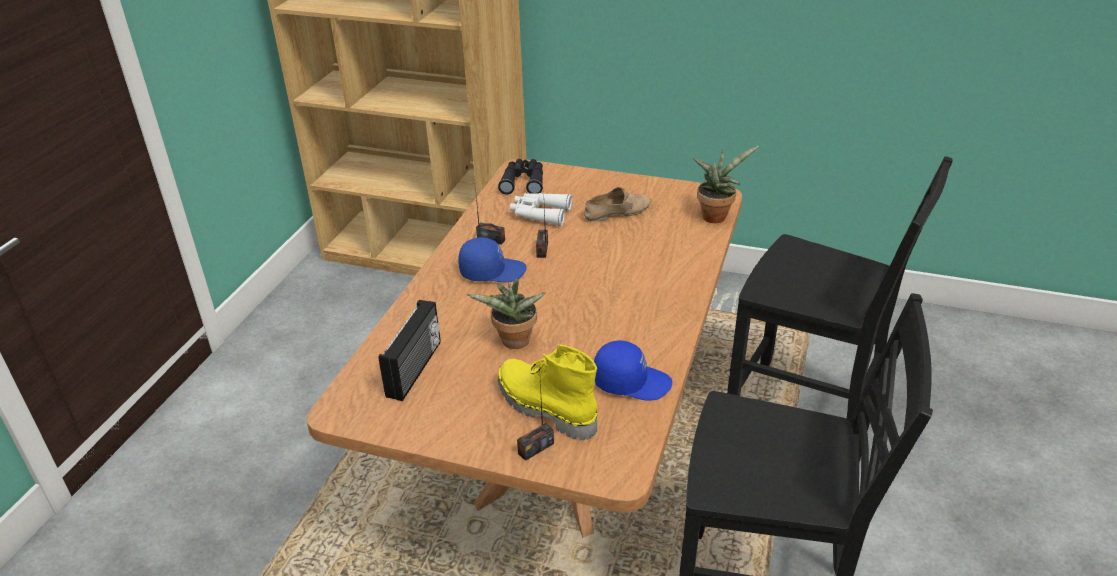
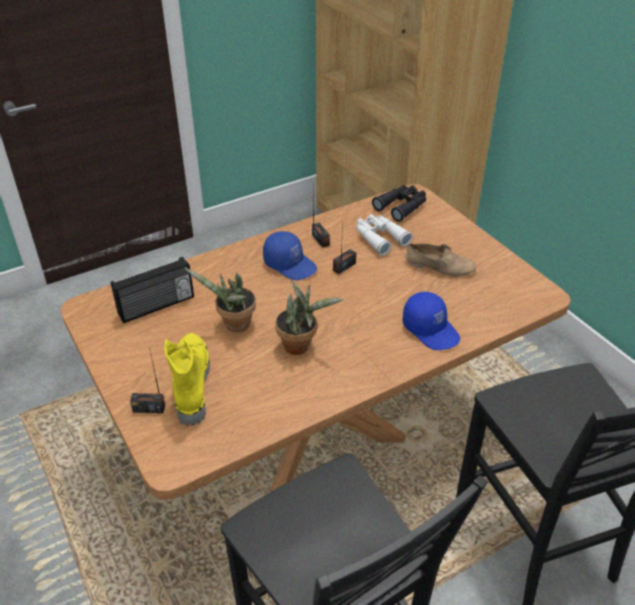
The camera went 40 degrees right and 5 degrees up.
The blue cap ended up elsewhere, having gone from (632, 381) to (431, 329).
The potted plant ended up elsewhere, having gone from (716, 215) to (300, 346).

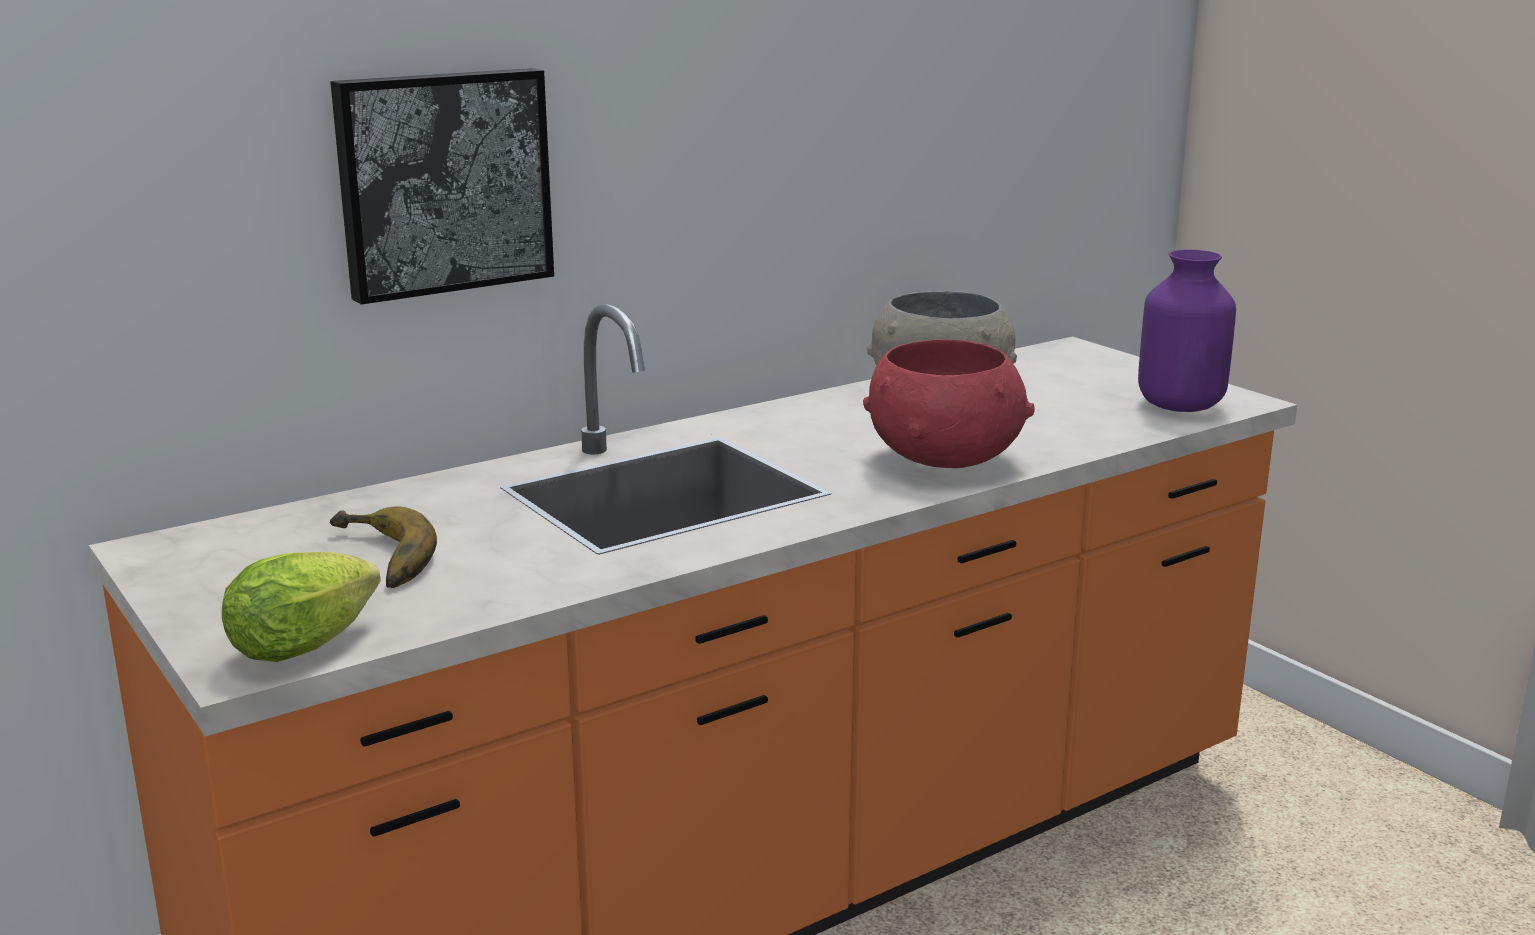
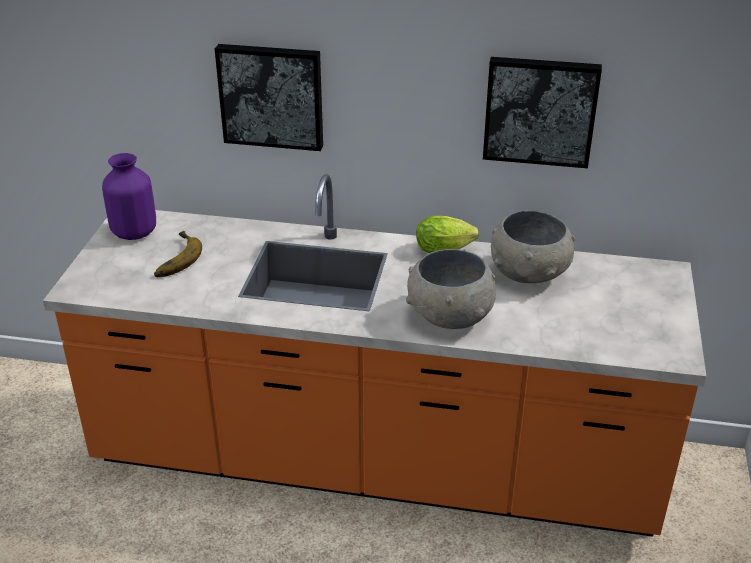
The camera went 45 degrees right and 15 degrees up.
The second view gained the picture at (540, 110).
The lettuce ended up elsewhere, having gone from (311, 644) to (447, 250).
The purple vase ended up elsewhere, having gone from (1181, 405) to (135, 233).
What was the red bowl at (943, 460) turned into the grey bowl at (450, 316).

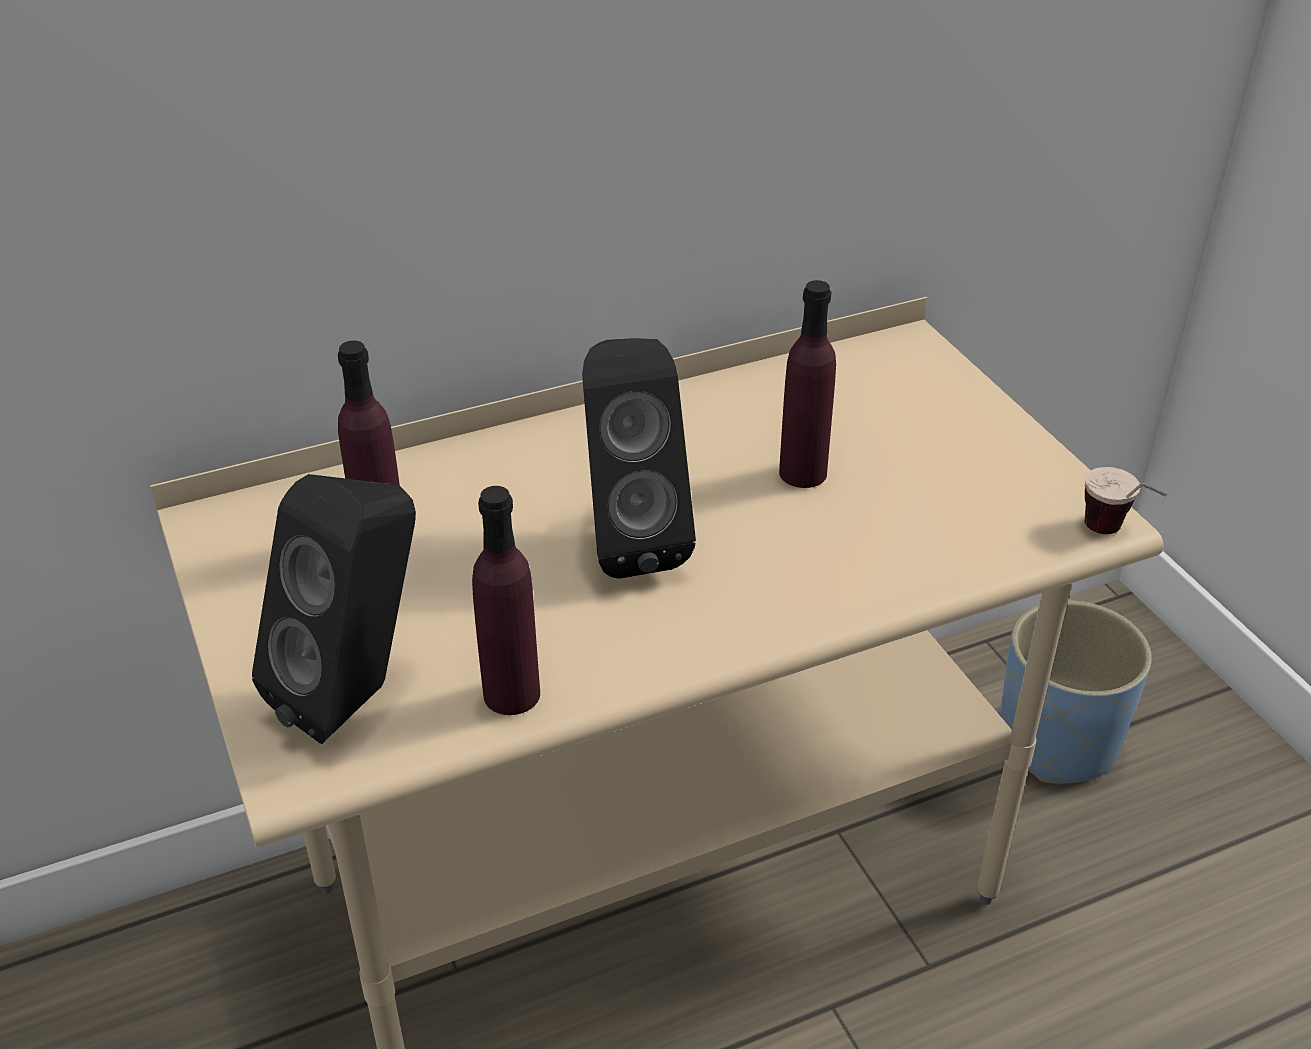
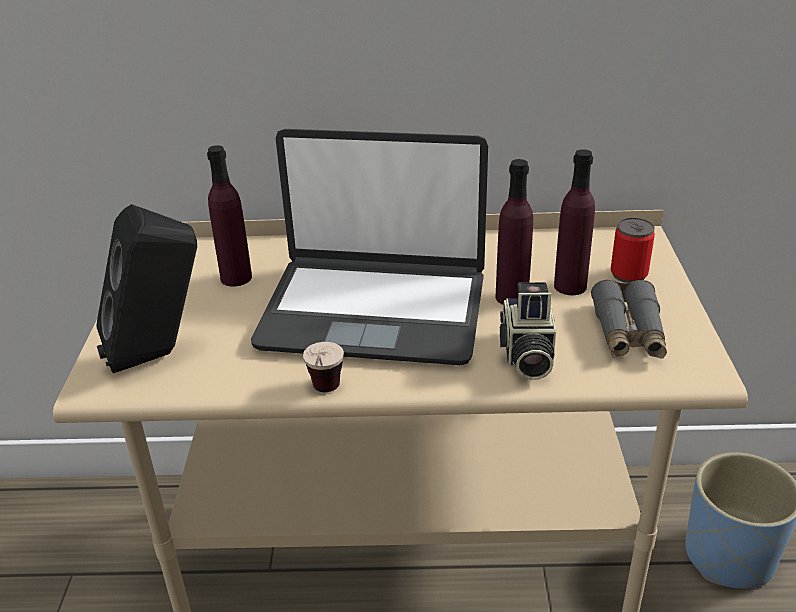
The camera went 25 degrees right and 5 degrees down.
The second view gained the photo camera at (526, 356).
The second view gained the grey binoculars at (628, 333).
The second view gained the can at (628, 274).
The purple bottle ended up elsewhere, having gone from (511, 694) to (570, 286).
The cup ended up elsewhere, having gone from (1115, 537) to (325, 395).
Where the black speaker stood at (629, 540), the laptop came to stand at (374, 310).

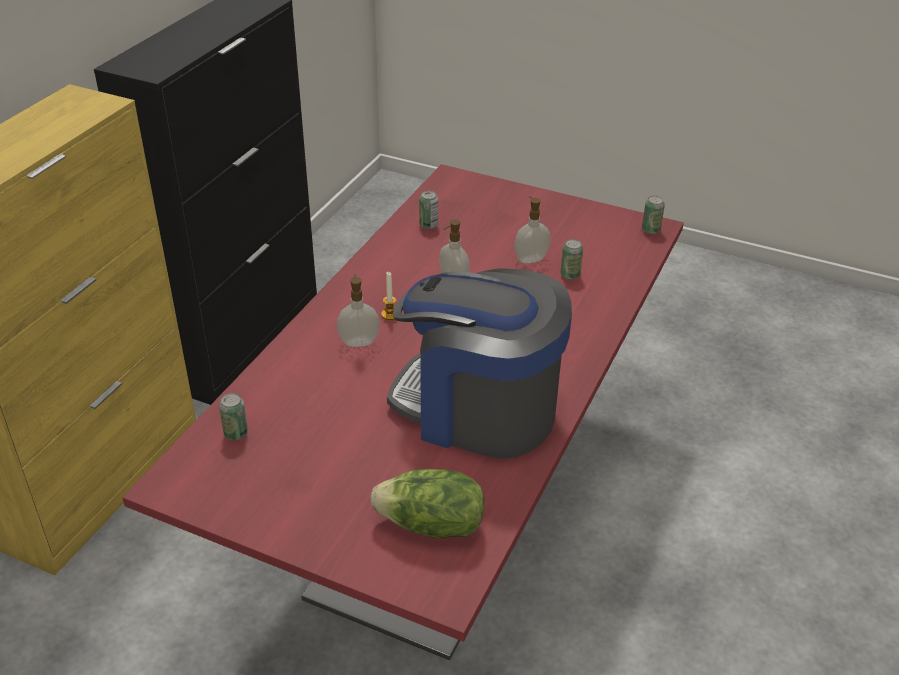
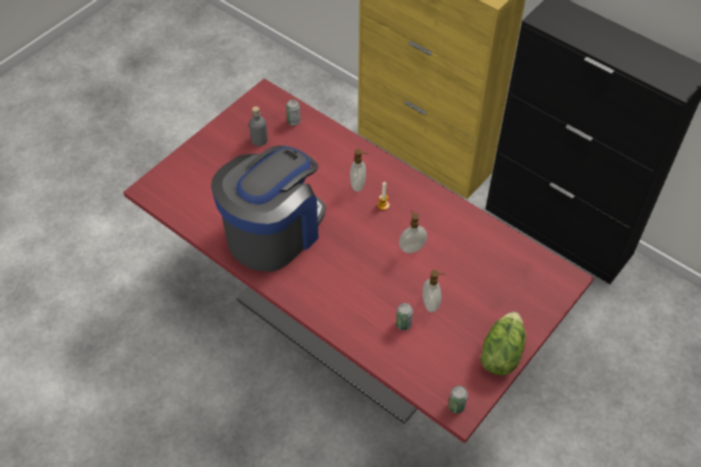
The camera went 105 degrees right and 15 degrees up.
The second view lost the can at (428, 225).
The second view gained the grey bottle at (259, 140).
The lettuce ended up elsewhere, having gone from (431, 526) to (500, 353).

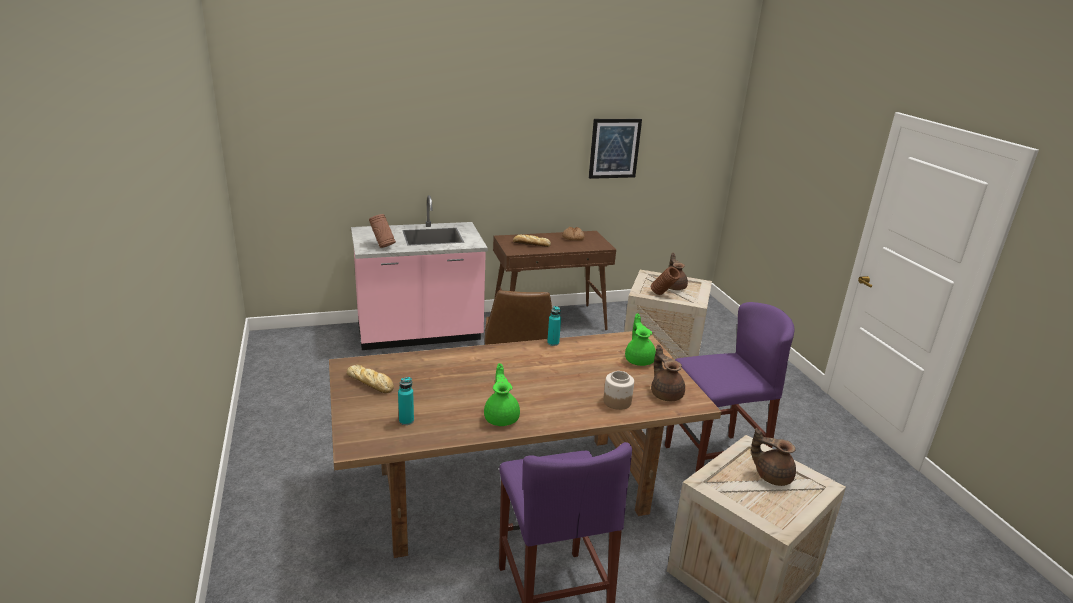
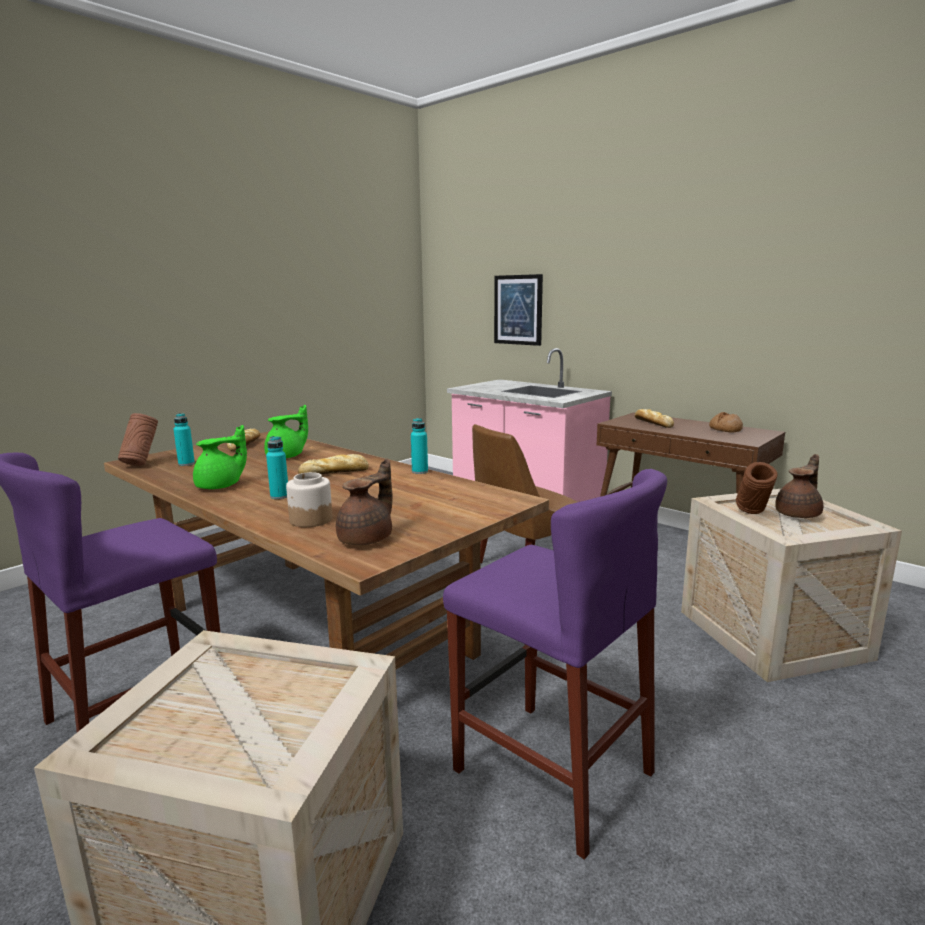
The camera went 60 degrees right and 10 degrees down.
The second view lost the brown teapot at (771, 475).
The second view gained the turquoise bottle at (279, 496).
The second view gained the bread at (335, 472).
The brown vase ended up elsewhere, having gone from (382, 246) to (141, 464).
The picture ended up elsewhere, having gone from (614, 148) to (518, 310).
The green teapot ended up elsewhere, having gone from (639, 359) to (287, 456).

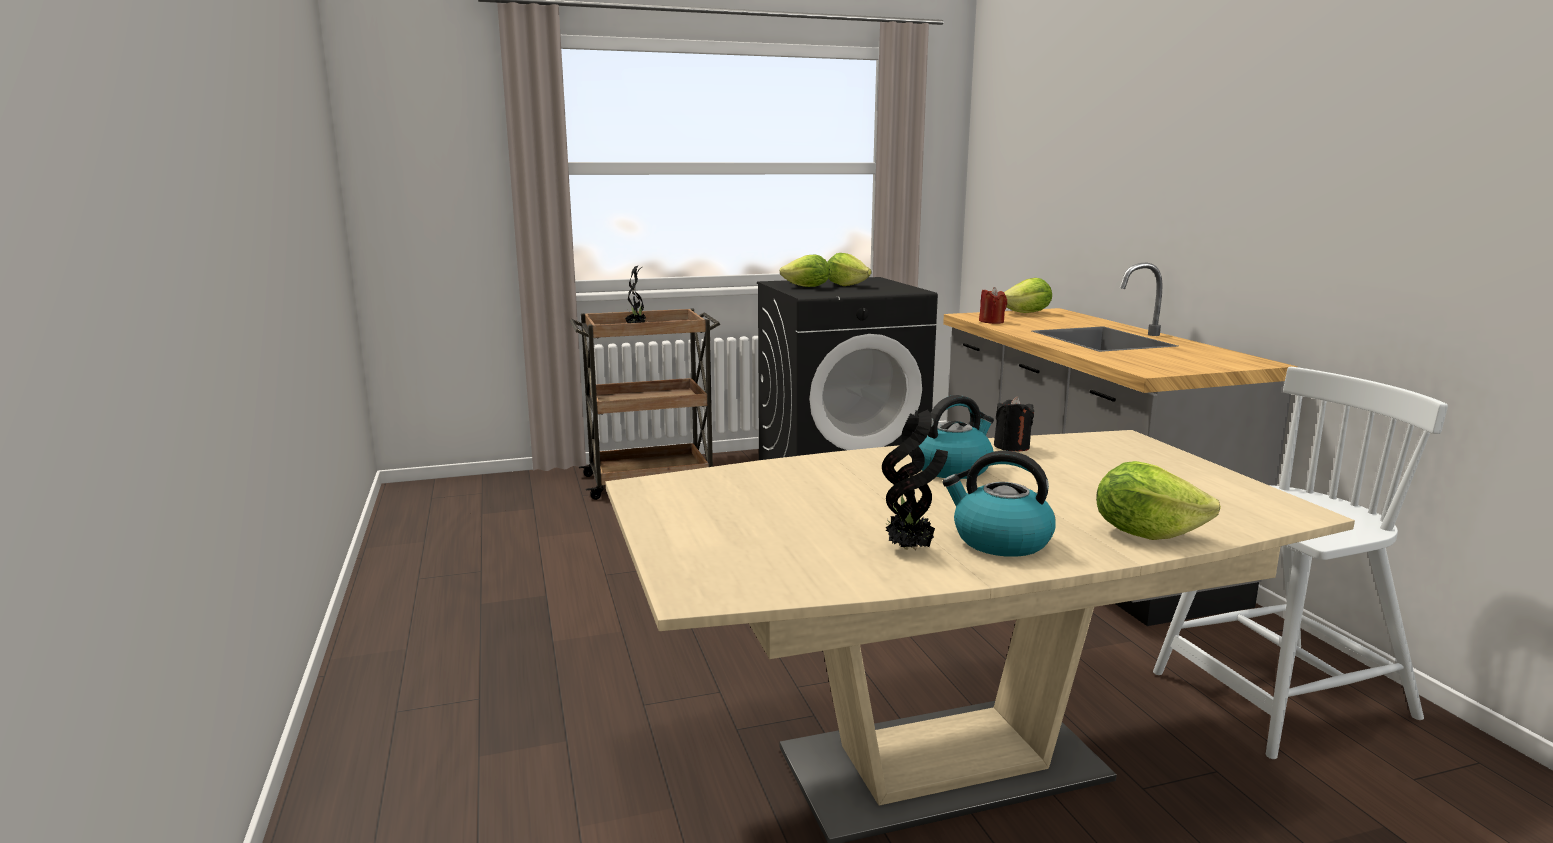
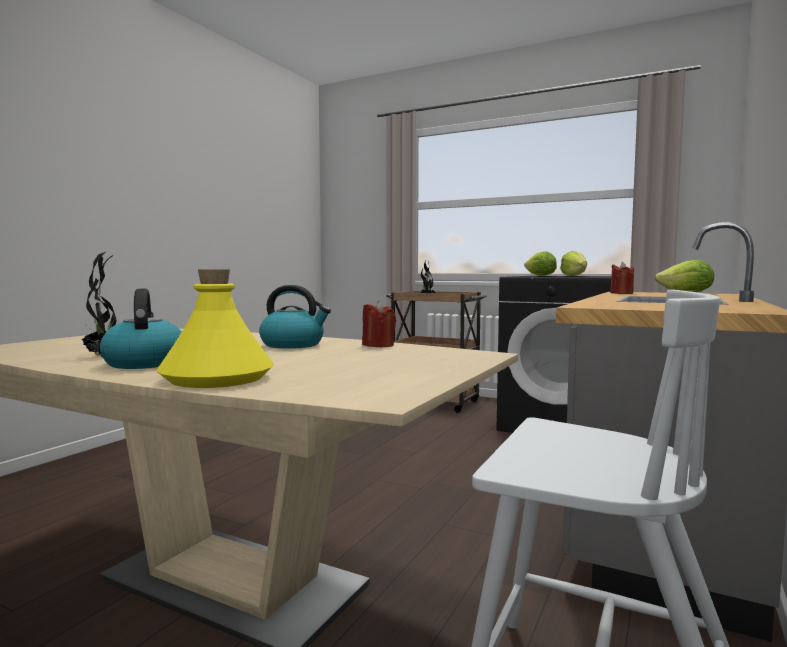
The camera went 45 degrees right and 10 degrees down.
Where the lettuce stood at (1145, 533), the yellow bottle came to stand at (218, 378).
What was the black candle at (1011, 447) turned into the red candle at (378, 345).

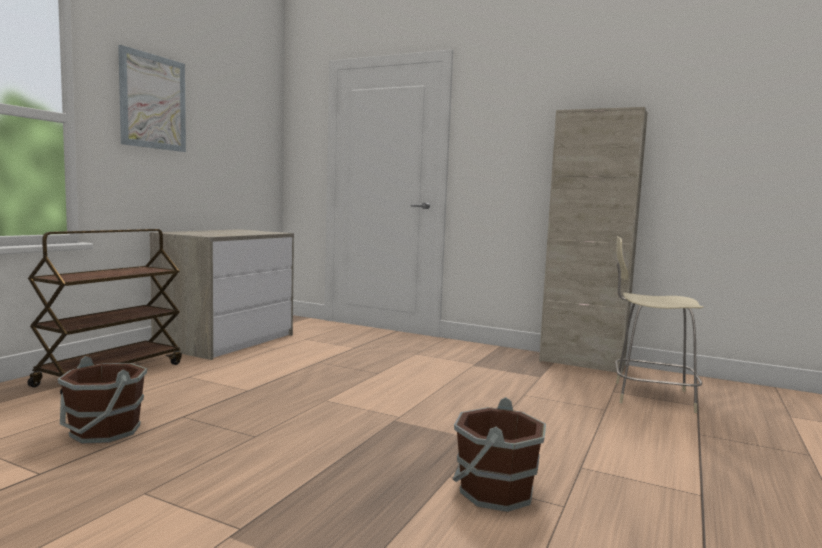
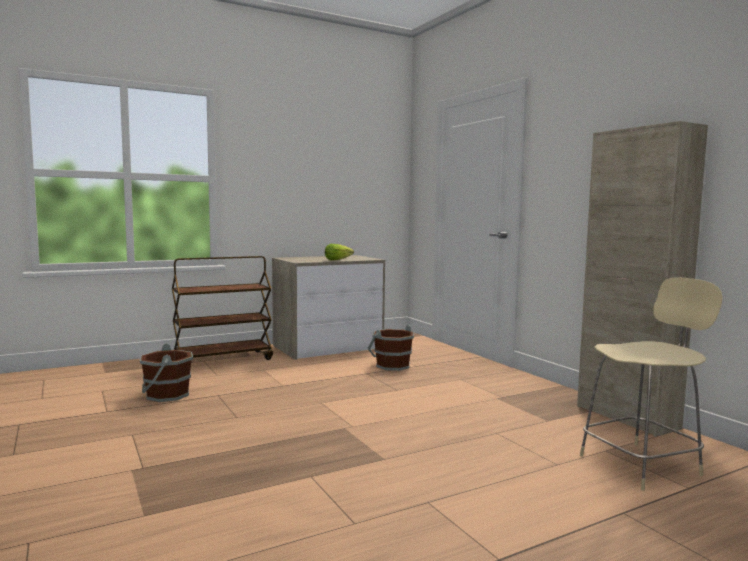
The camera went 35 degrees right and 0 degrees up.
The second view lost the picture at (153, 102).
The second view gained the lettuce at (337, 260).
The brown bucket ended up elsewhere, having gone from (494, 491) to (392, 365).
The beige chair at (649, 396) ended up facing another way, 105 degrees clockwise from before.

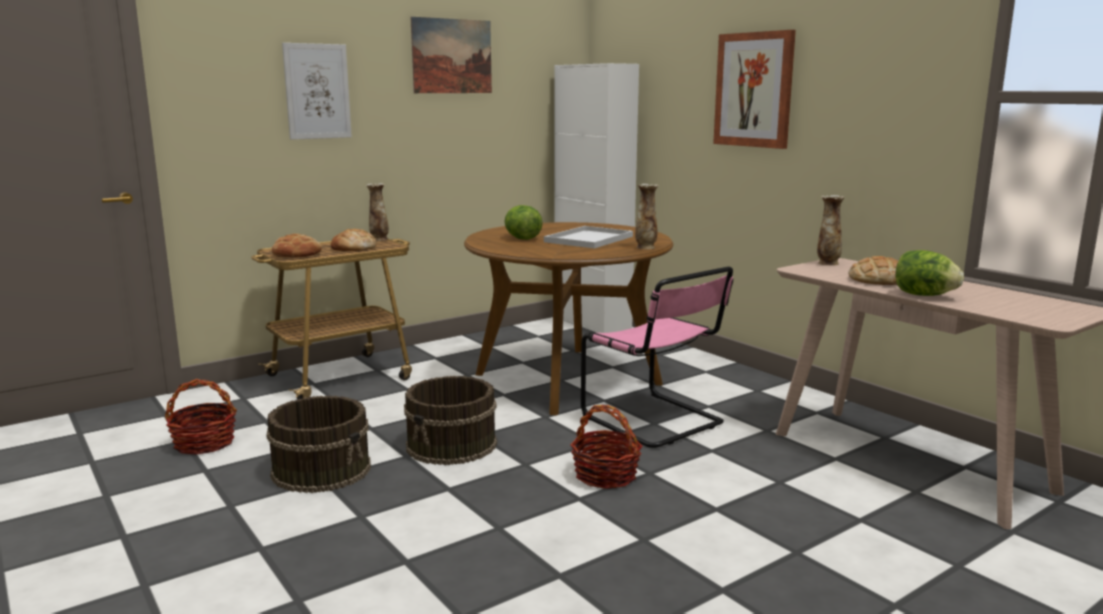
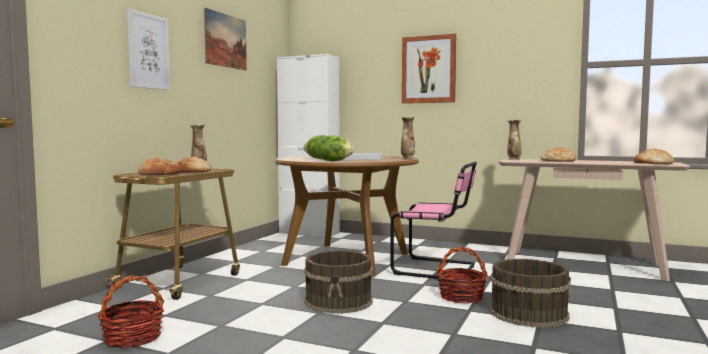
The camera went 30 degrees left and 10 degrees down.
The second view gained the bread at (653, 163).
The brown bucket ended up elsewhere, having gone from (322, 469) to (528, 313).
The lettuce ended up elsewhere, having gone from (924, 295) to (334, 161).

